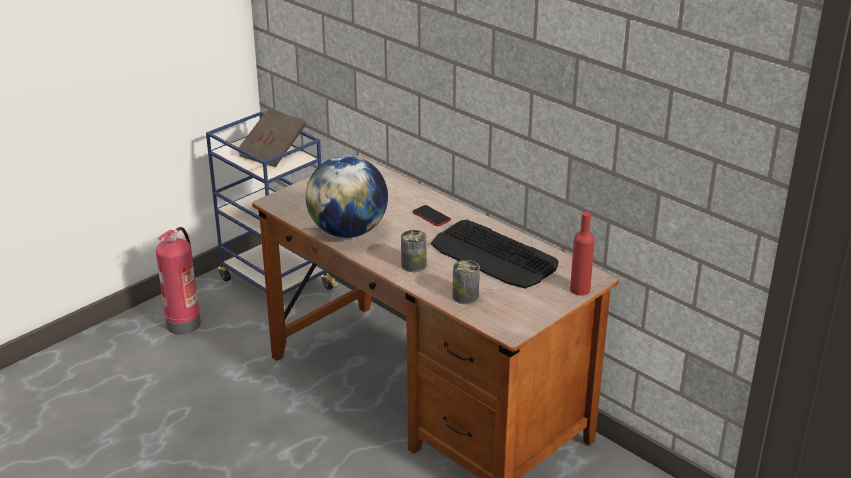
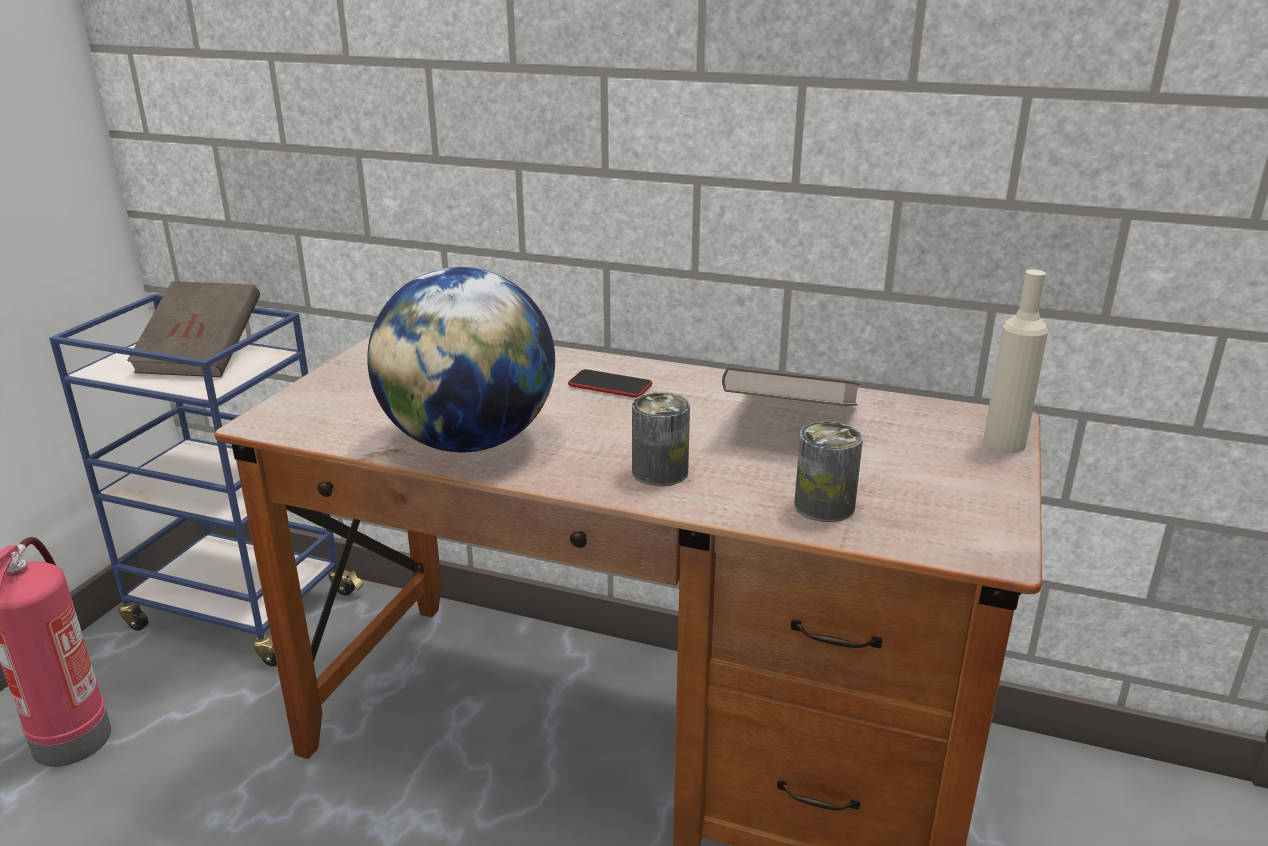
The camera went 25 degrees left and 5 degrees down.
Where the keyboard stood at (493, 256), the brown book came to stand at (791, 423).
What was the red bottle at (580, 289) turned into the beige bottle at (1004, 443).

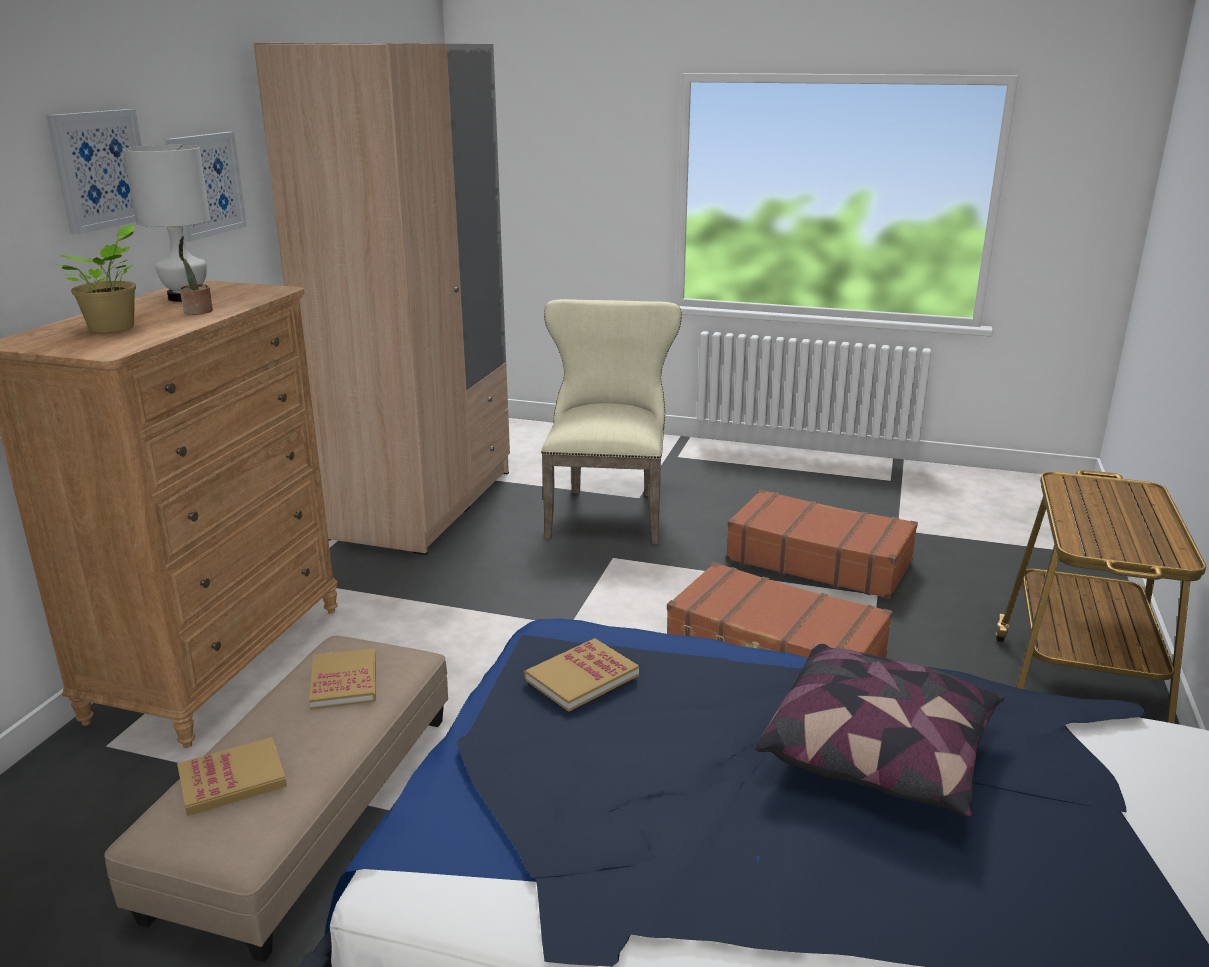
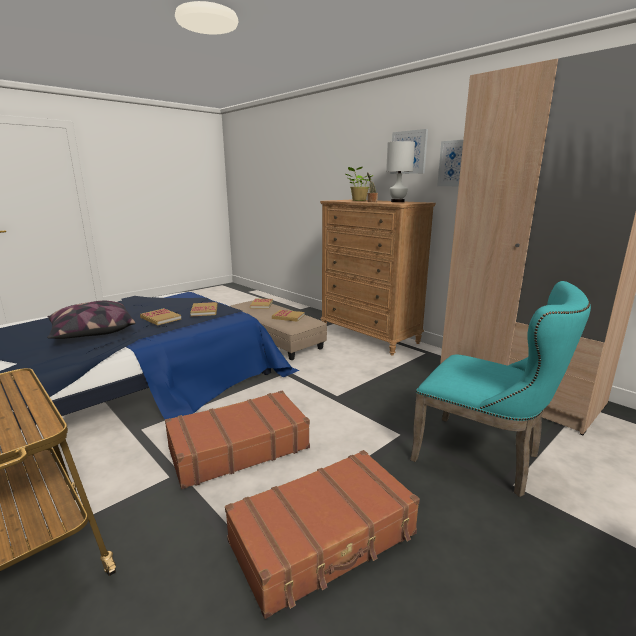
The camera went 120 degrees right and 5 degrees down.
The second view gained the book at (160, 318).
What was the beige chair at (607, 511) turned into the turquoise chair at (484, 457).

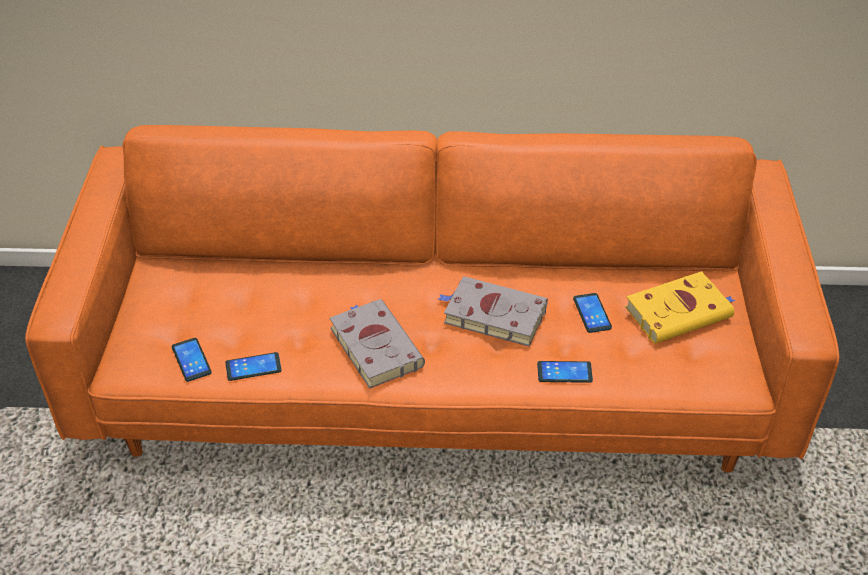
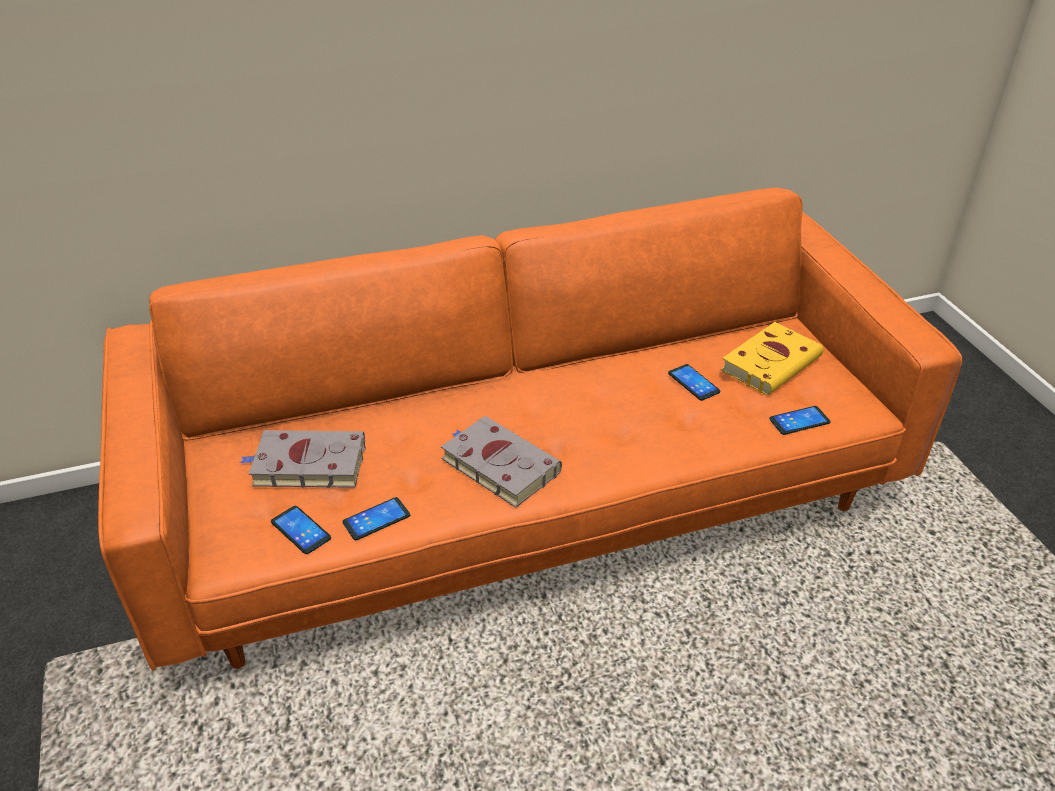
The camera went 20 degrees left and 5 degrees down.
The grey book ended up elsewhere, having gone from (492, 315) to (306, 464).
The phone ended up elsewhere, having gone from (564, 372) to (799, 421).

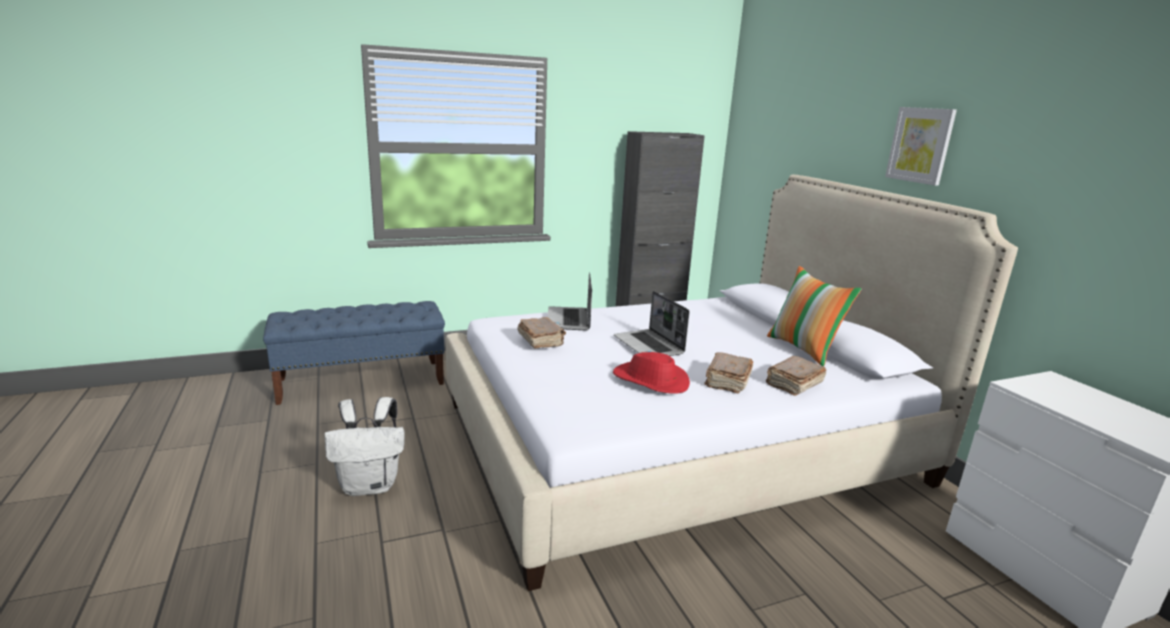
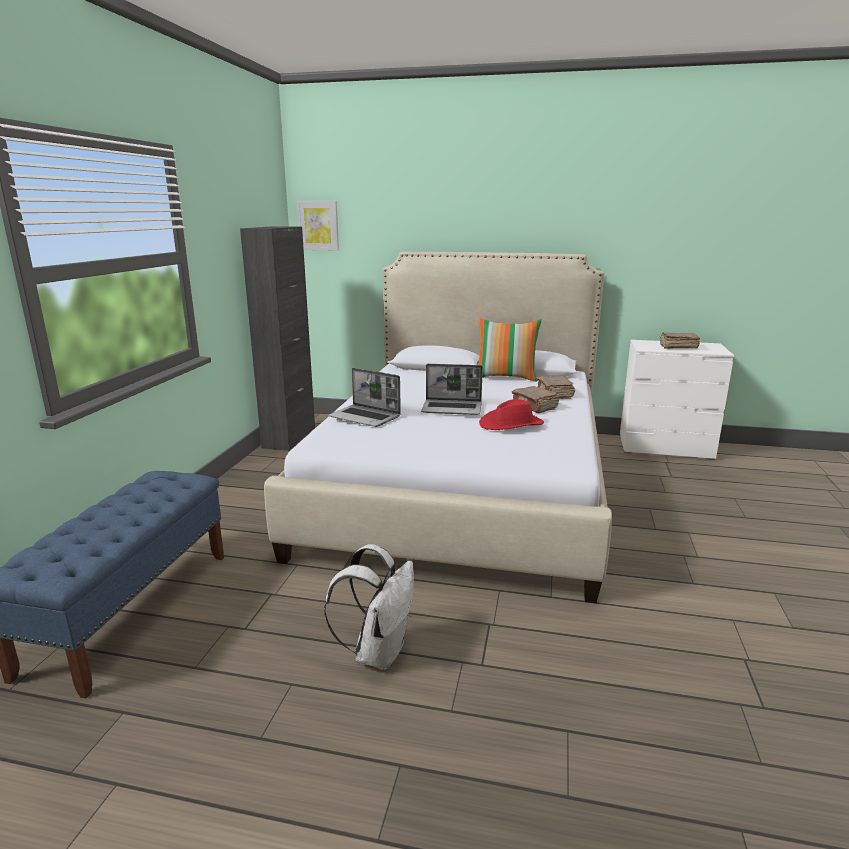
The camera went 55 degrees left and 0 degrees up.
The brown book ended up elsewhere, having gone from (540, 341) to (677, 347).
The picture ended up elsewhere, having gone from (920, 145) to (318, 225).

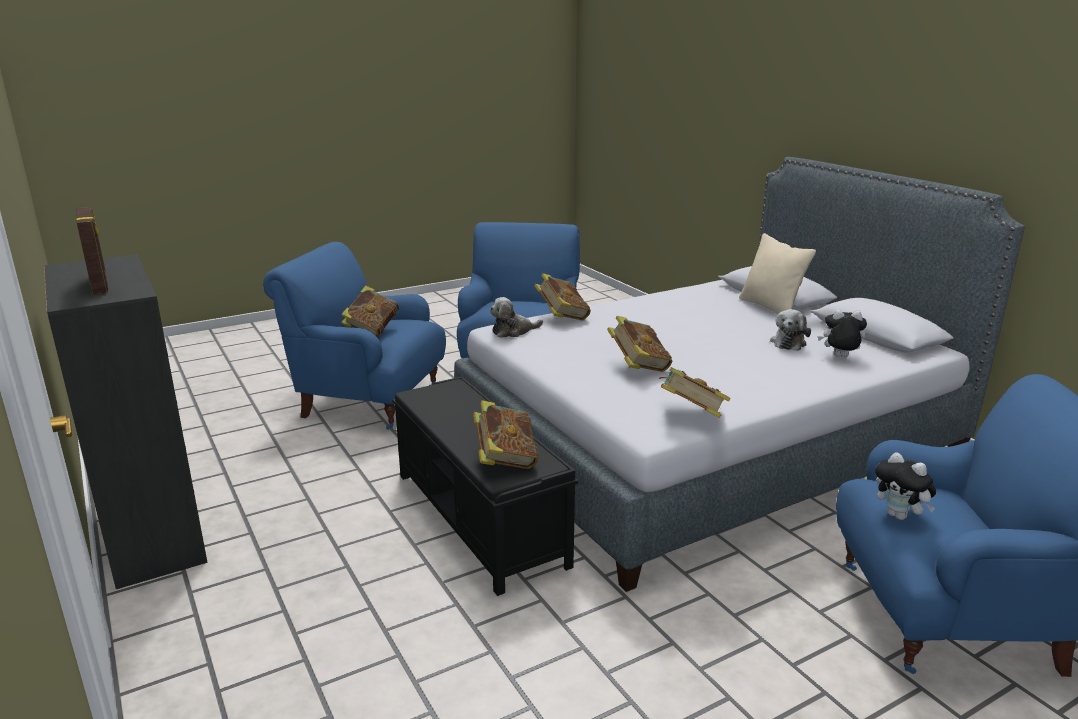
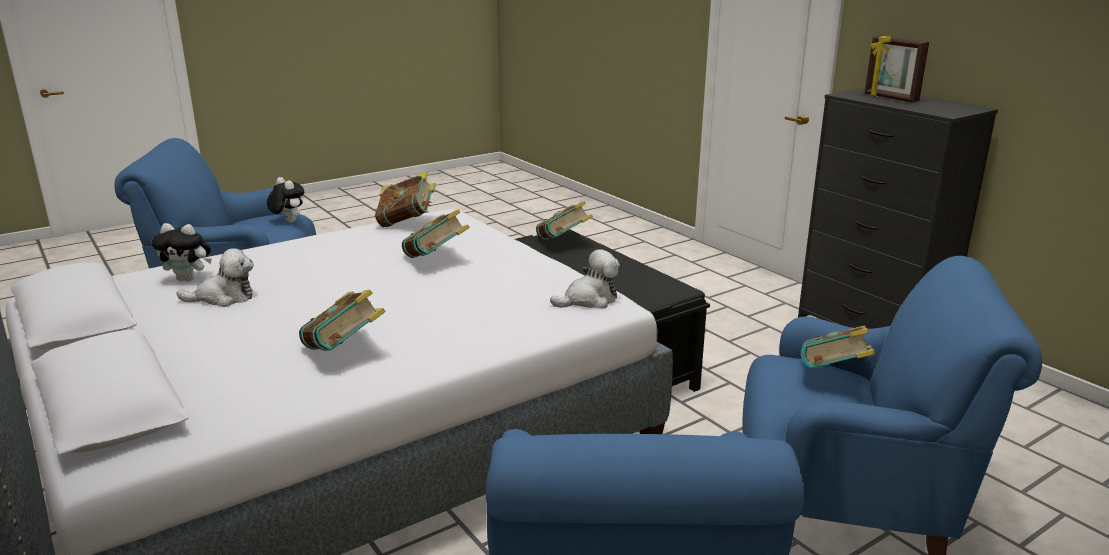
The camera went 175 degrees right and 0 degrees up.
The second view lost the beige pillow at (770, 308).
The book ended up elsewhere, having gone from (562, 317) to (344, 352).
The plush toy at (788, 342) ended up facing another way, 60 degrees clockwise from before.

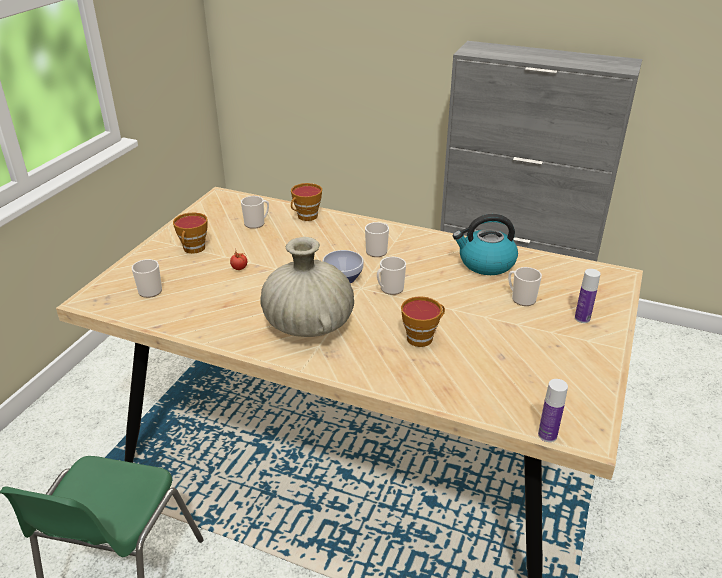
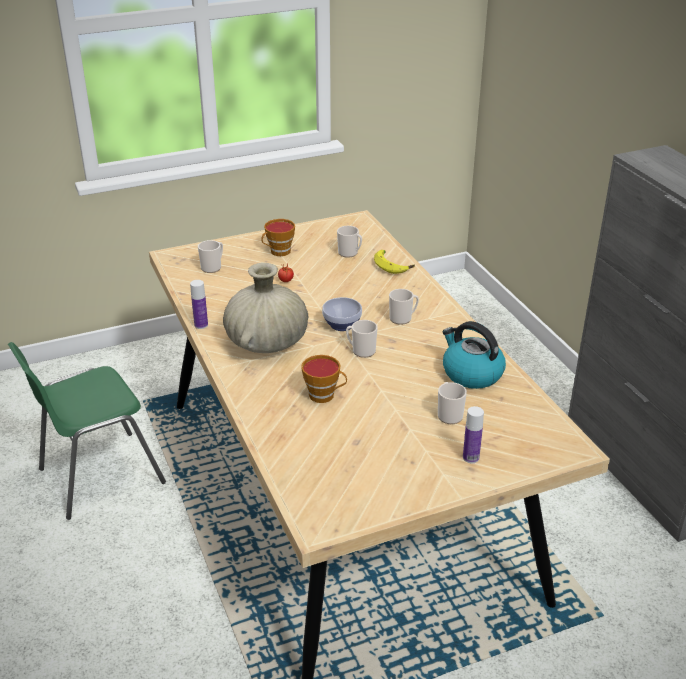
The camera went 45 degrees right and 0 degrees up.
The bottle ended up elsewhere, having gone from (547, 435) to (201, 325).
Where the cup stood at (306, 217), the banana came to stand at (393, 265).

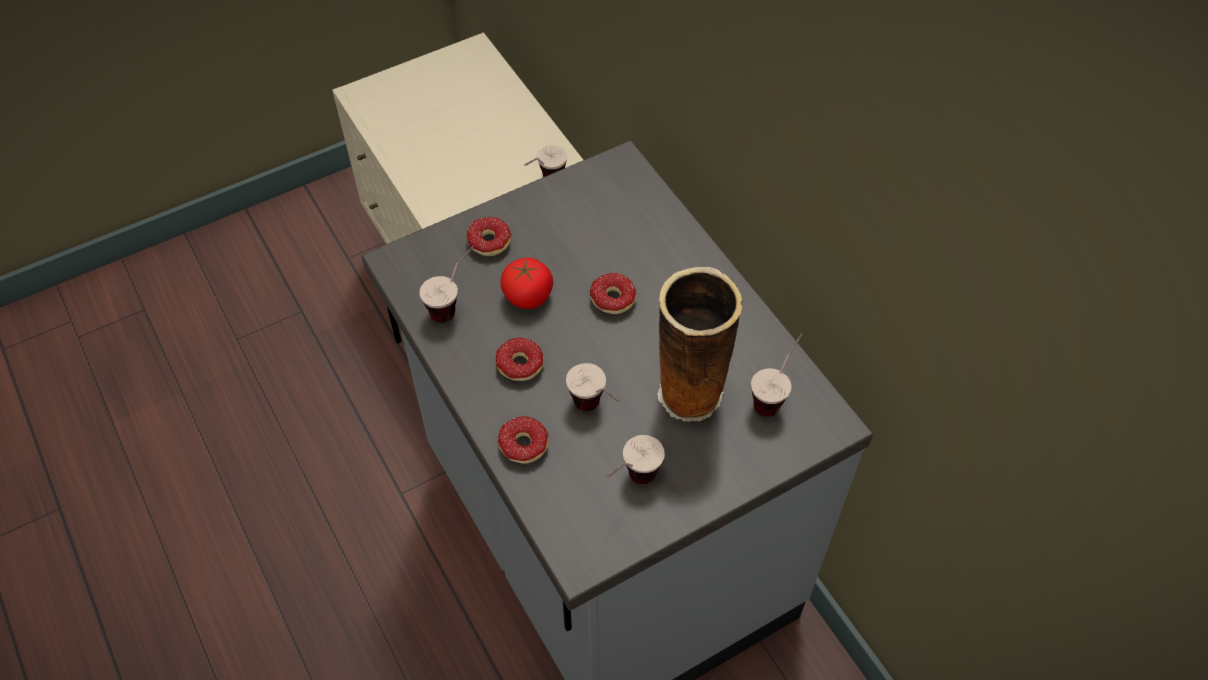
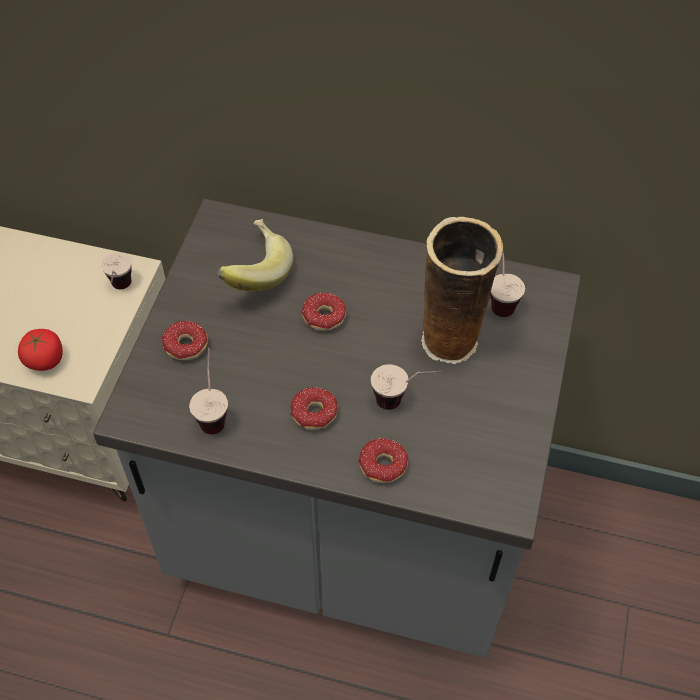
The camera went 45 degrees left and 0 degrees up.
The second view lost the cup at (631, 484).
The second view gained the banana at (253, 271).
The tomato ended up elsewhere, having gone from (528, 296) to (45, 360).

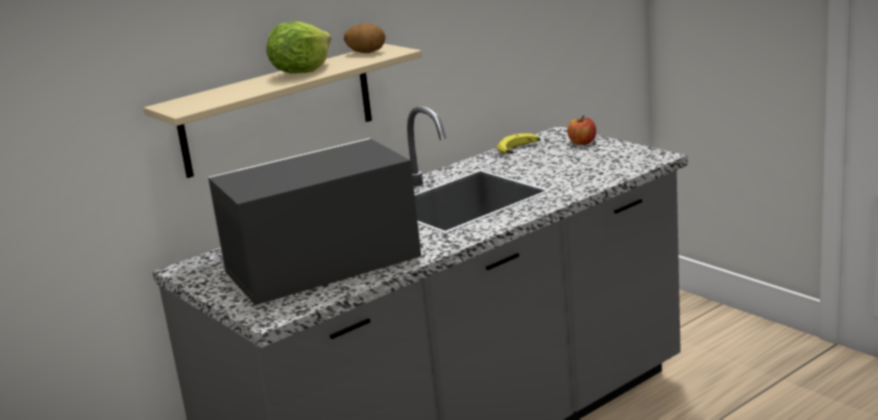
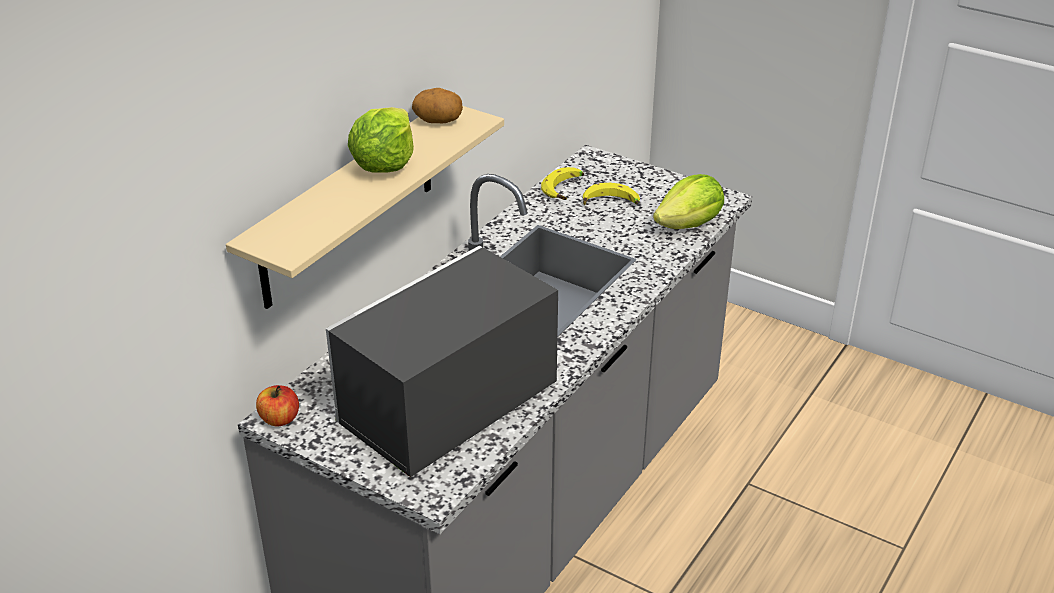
The camera went 20 degrees left and 15 degrees up.
The second view gained the banana at (610, 204).
The second view gained the lettuce at (689, 225).
The apple ended up elsewhere, having gone from (582, 142) to (279, 419).

